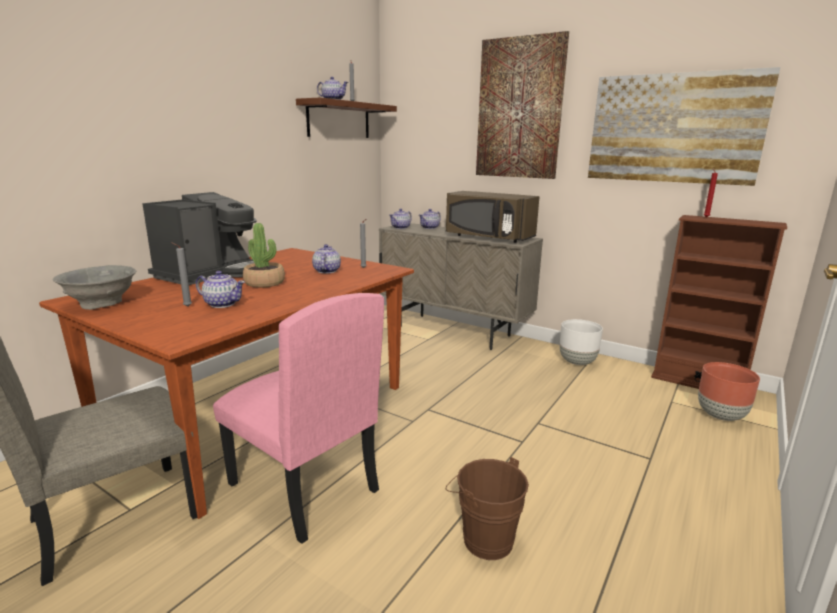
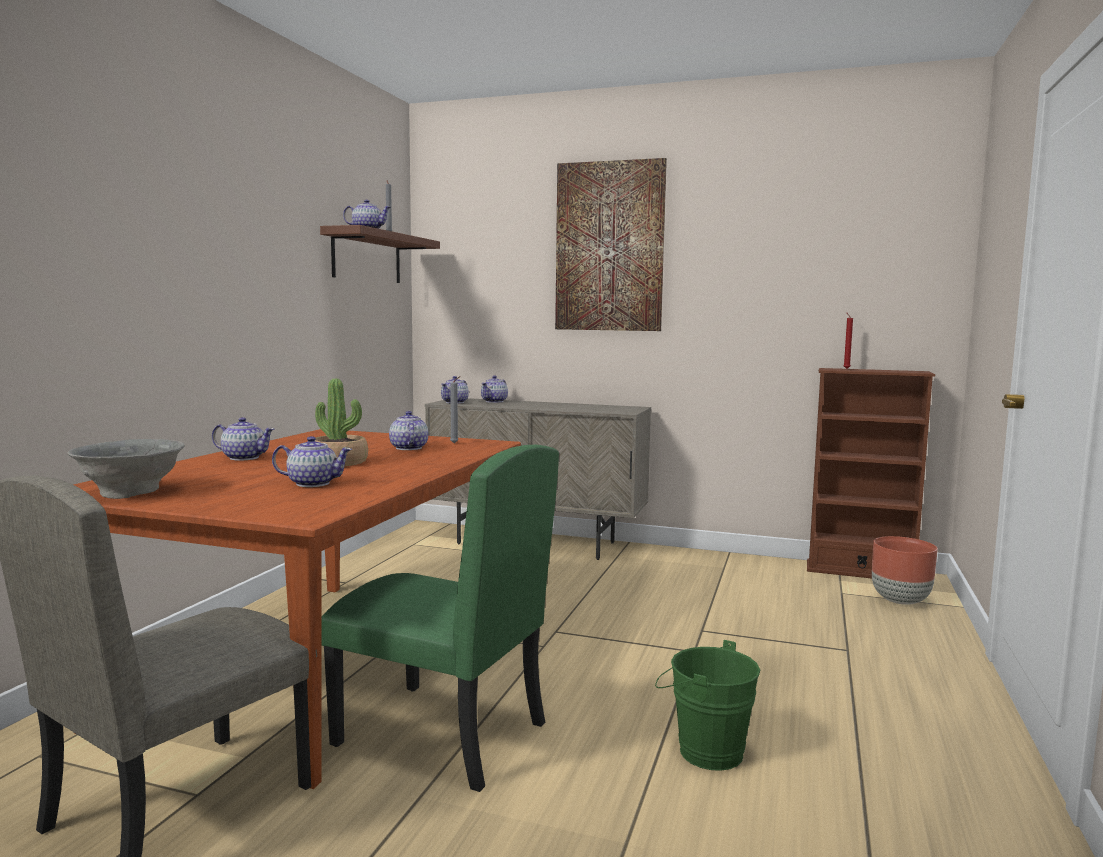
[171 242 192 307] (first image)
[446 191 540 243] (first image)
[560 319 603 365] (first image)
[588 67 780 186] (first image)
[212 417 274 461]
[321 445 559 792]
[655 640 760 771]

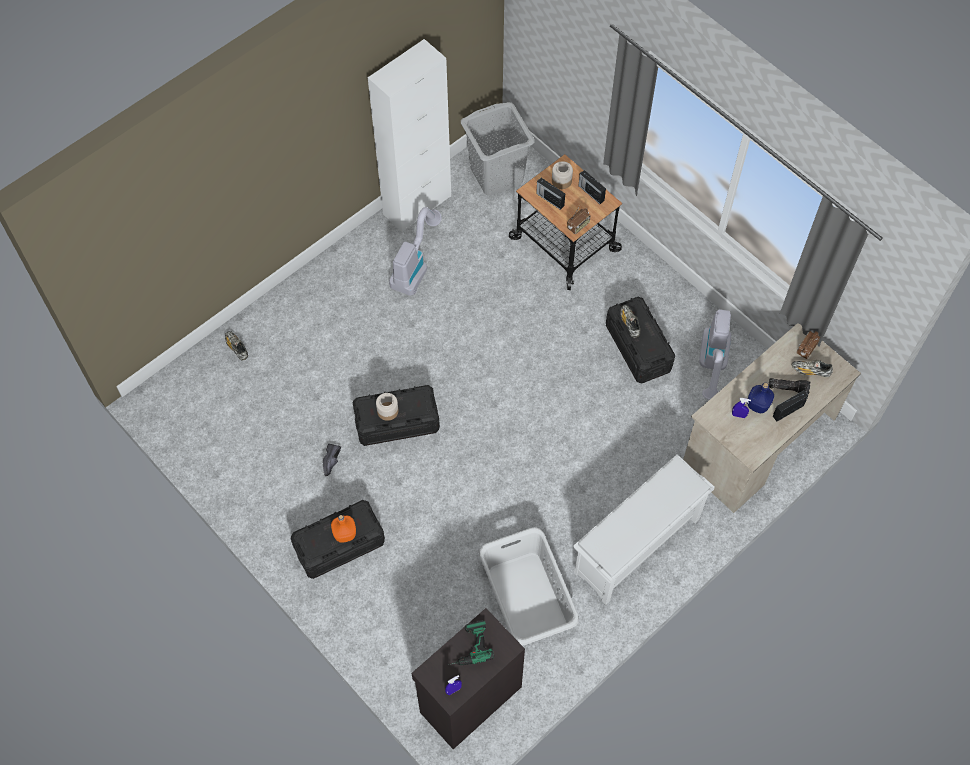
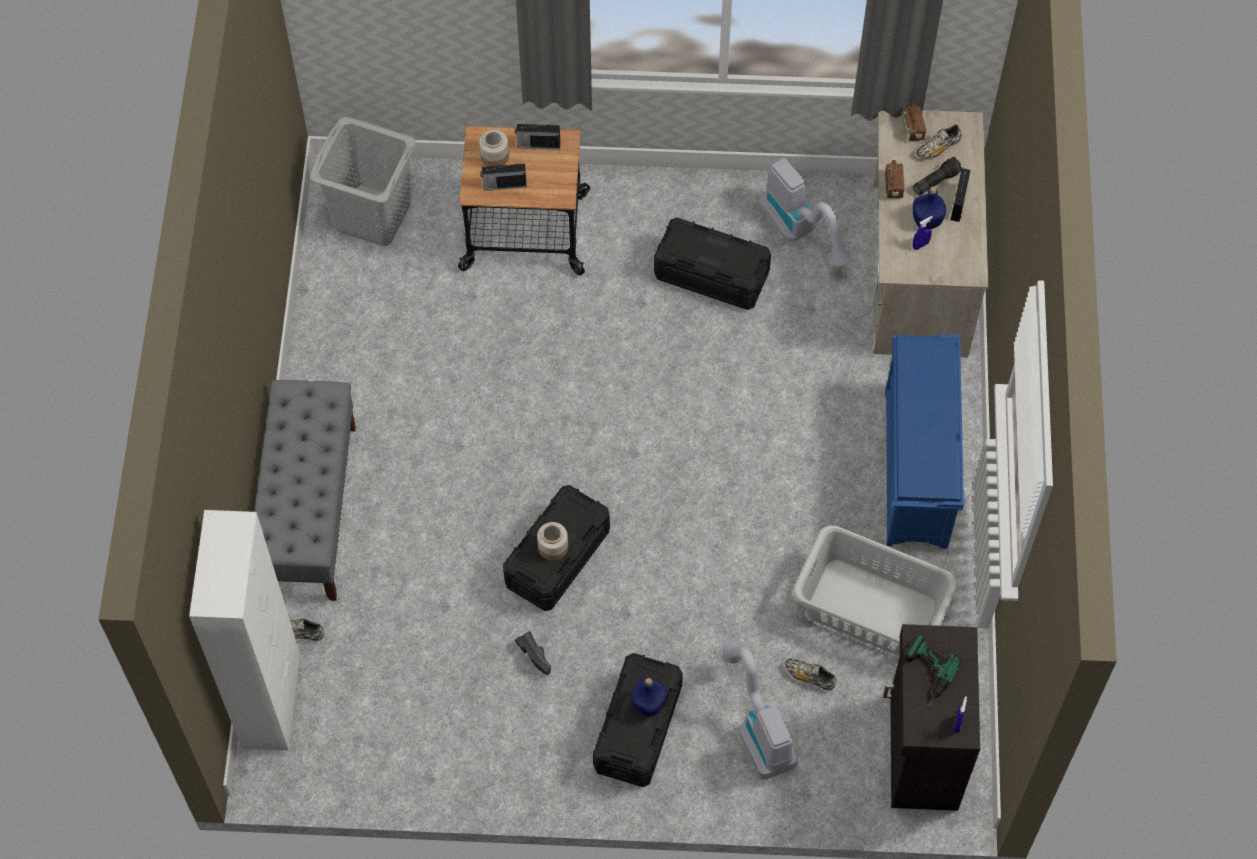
[255 380 356 601]
[189 510 300 751]
[720 639 798 780]
[885 160 905 198]
[785 659 836 691]
[631 678 667 716]
[885 334 964 549]

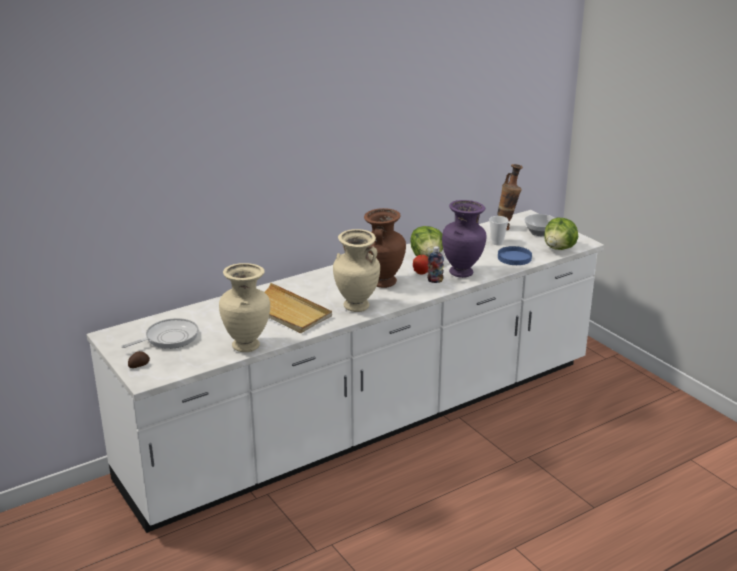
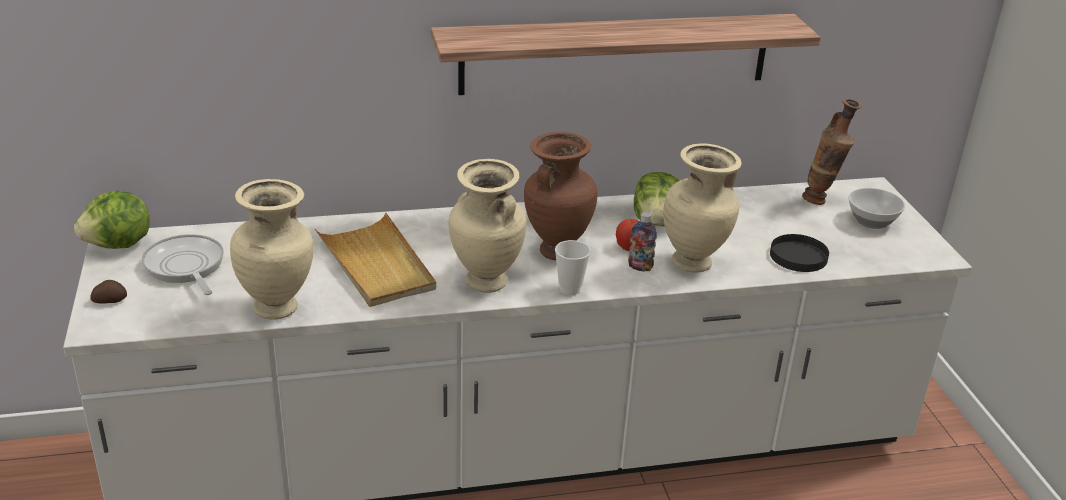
[431 14 821 95]
[555 240 591 295]
[74 191 150 249]
[663 143 742 273]
[770 234 829 272]
[142 234 224 295]

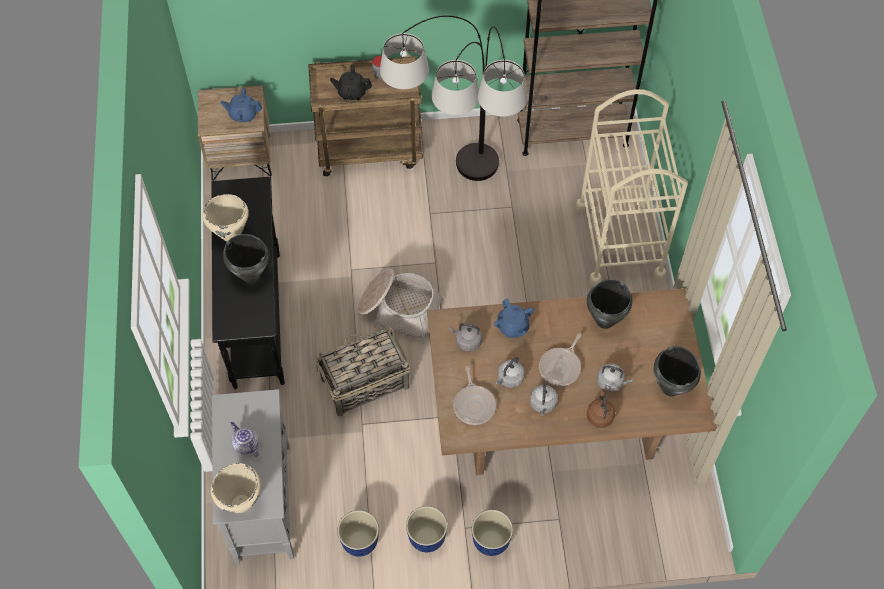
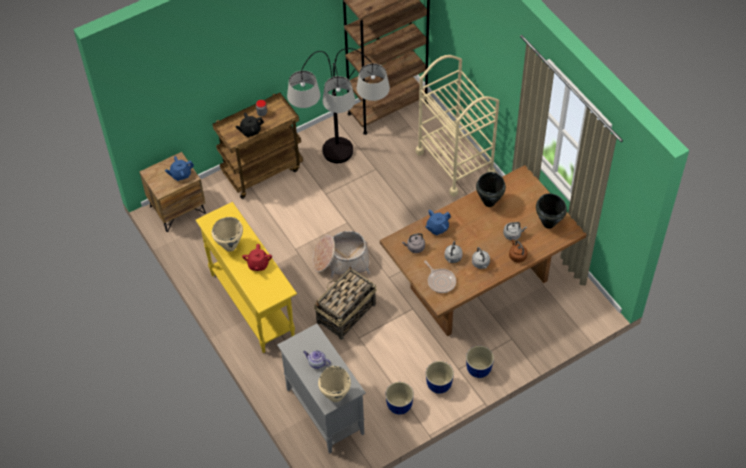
[539 333 582 386] (first image)
[242 244 272 271]
[195 202 297 353]
[425 210 451 235]

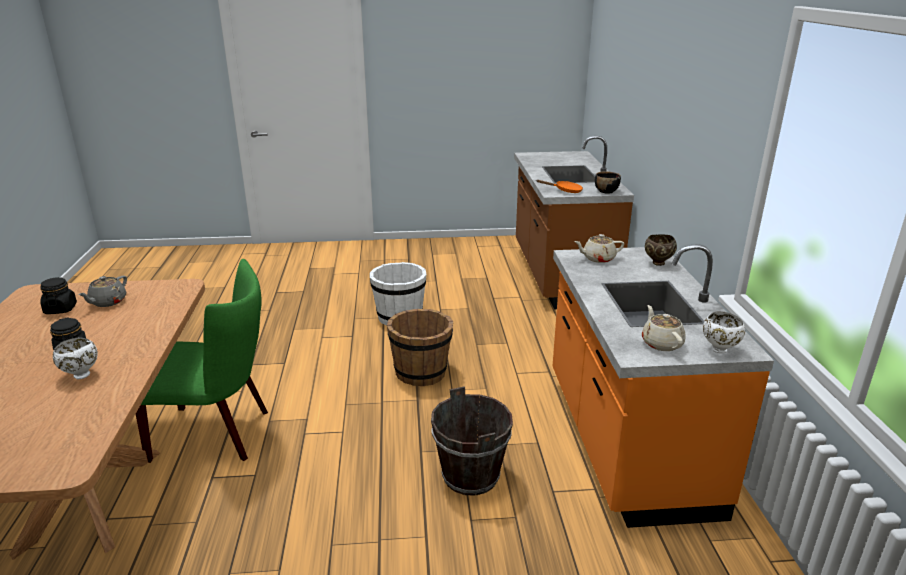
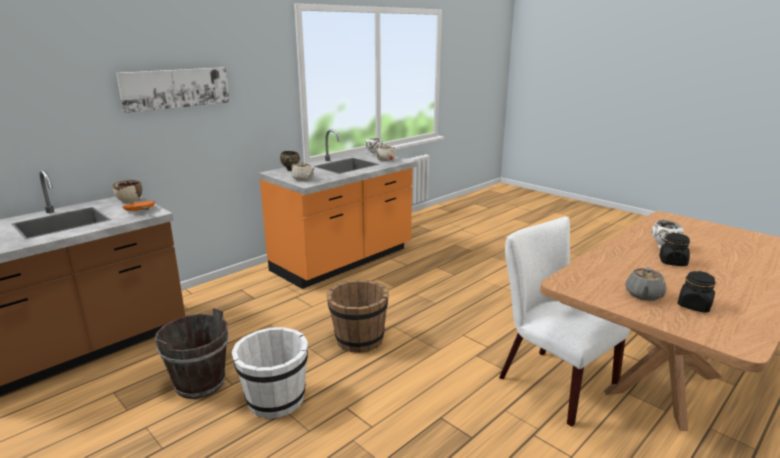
[116 67 230 113]
[154 308 229 399]
[499 217 630 427]
[113 180 142 202]
[625 267 666 301]

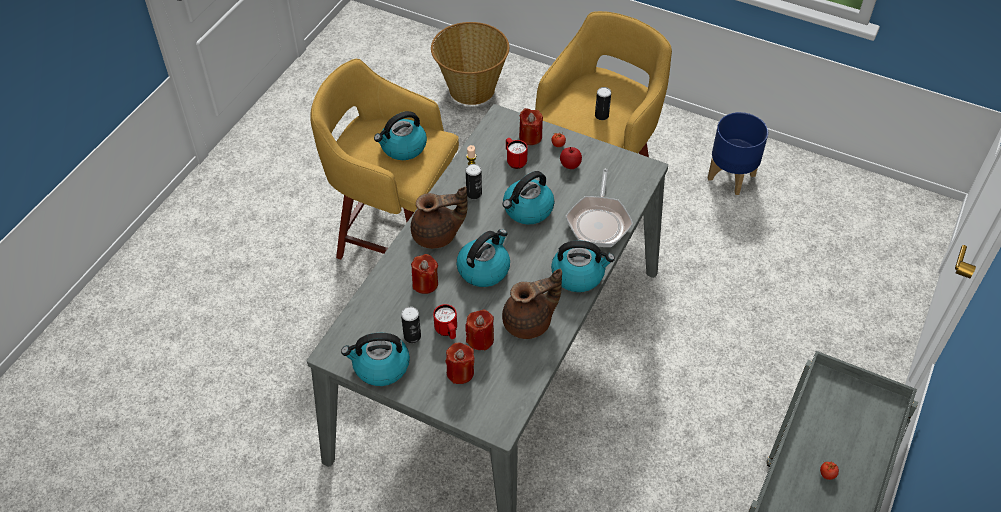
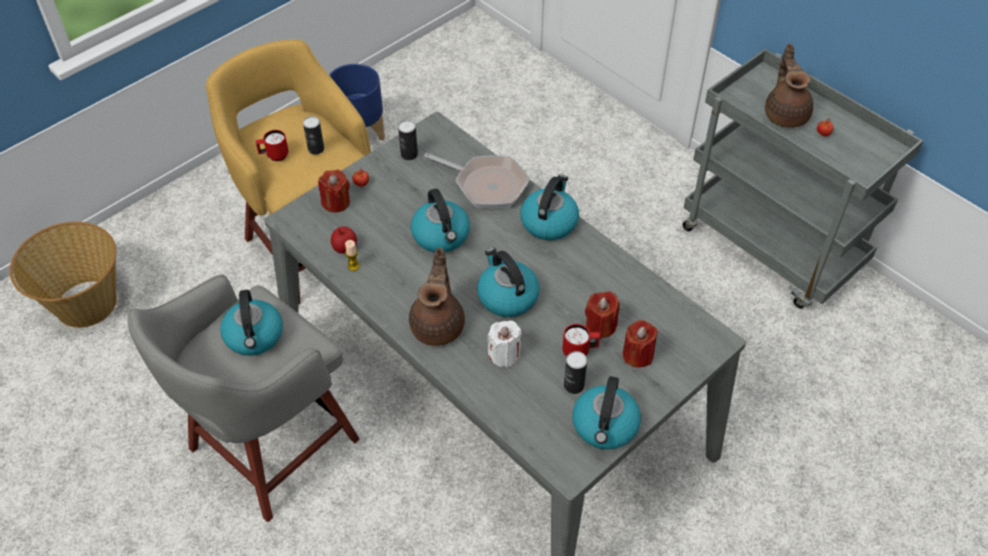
[398 120 418 160]
[765 44 813 128]
[256 130 288 161]
[331 227 357 254]
[127 275 359 522]
[487 321 522 368]

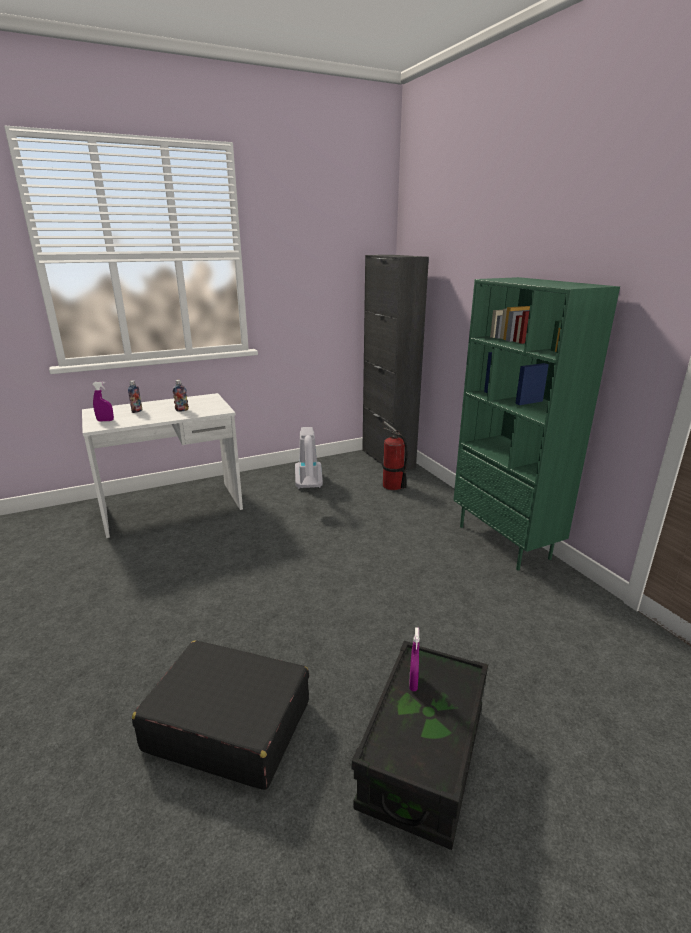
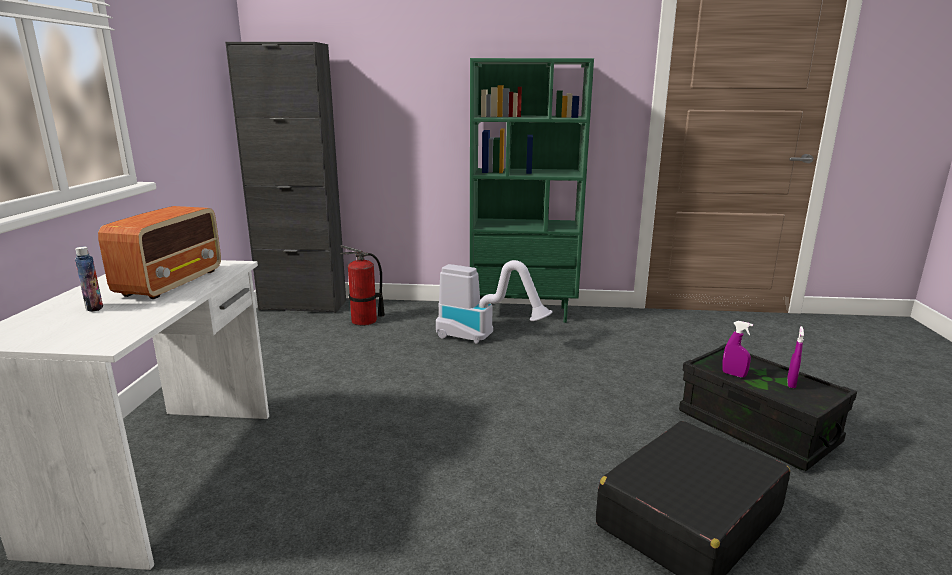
[787 326 804 388]
[436 260 553 344]
[98 206 221 299]

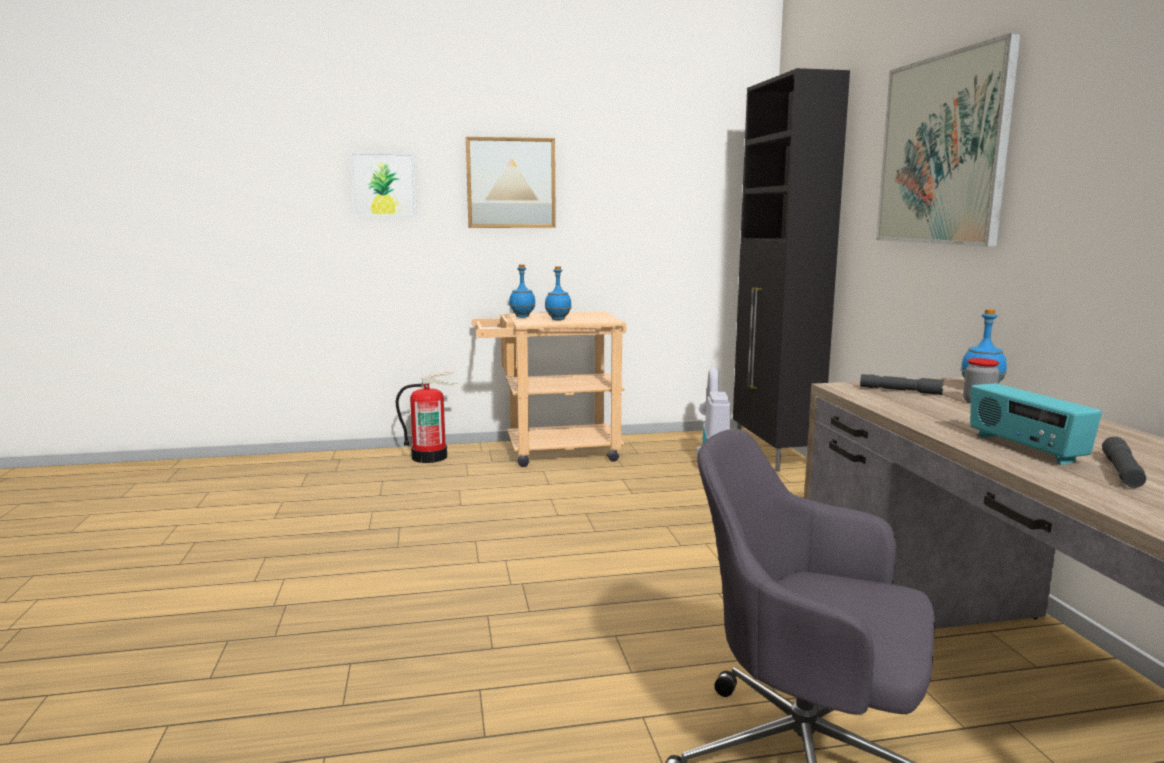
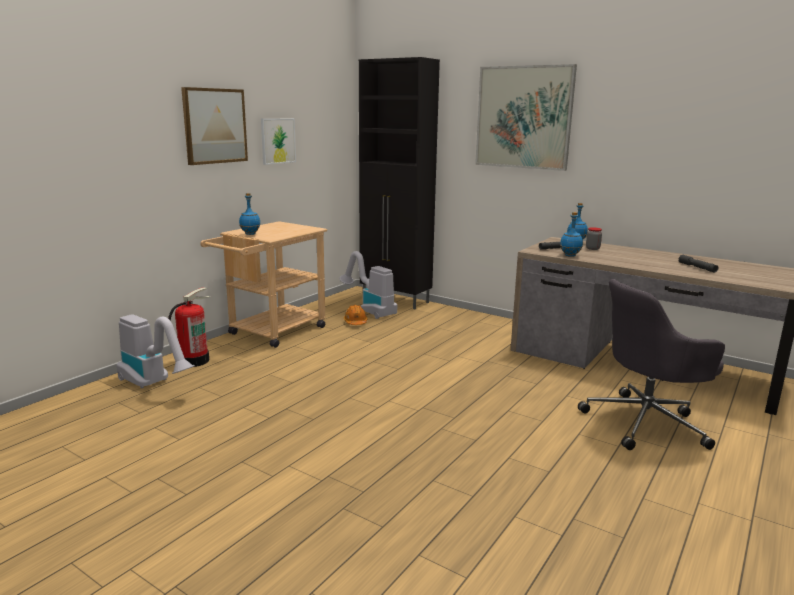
[970 383 1102 465] (first image)
[117 314 195 389]
[344 305 368 325]
[261 118 296 165]
[560 212 583 257]

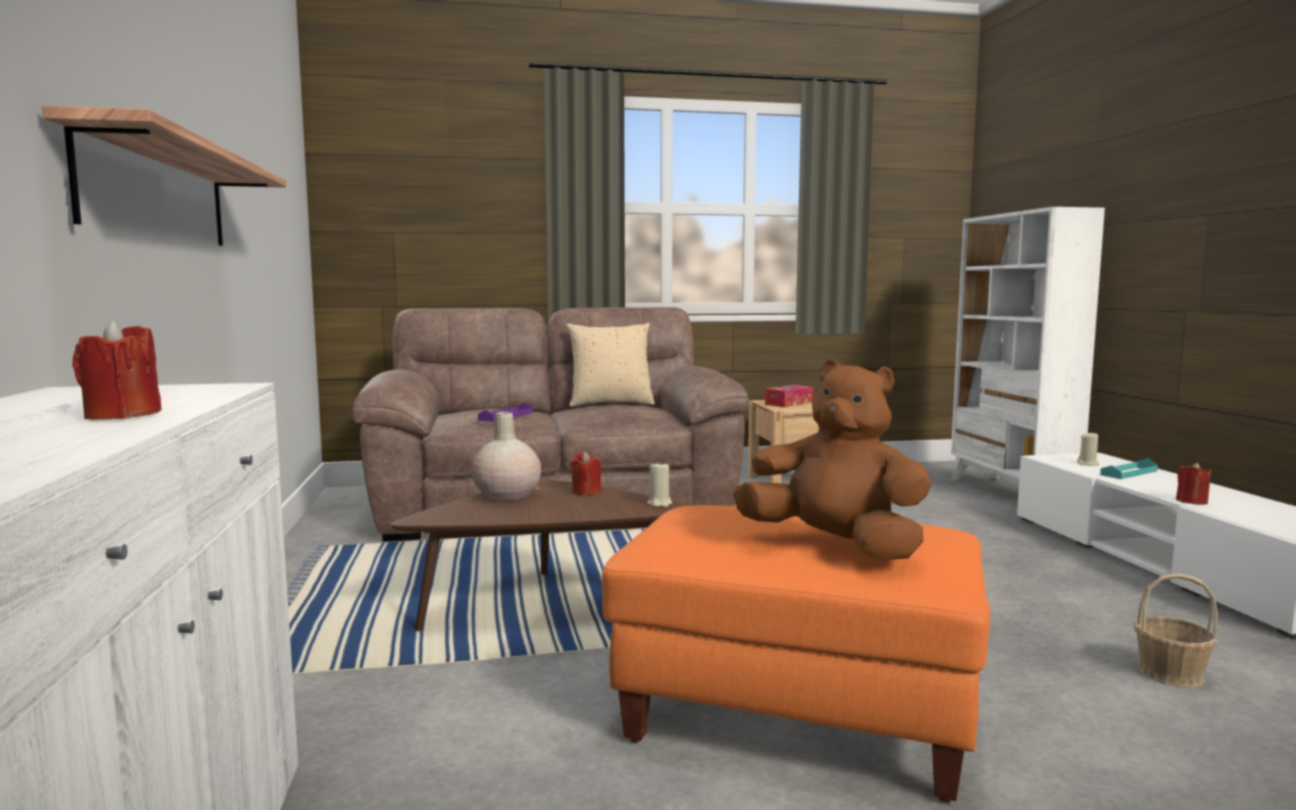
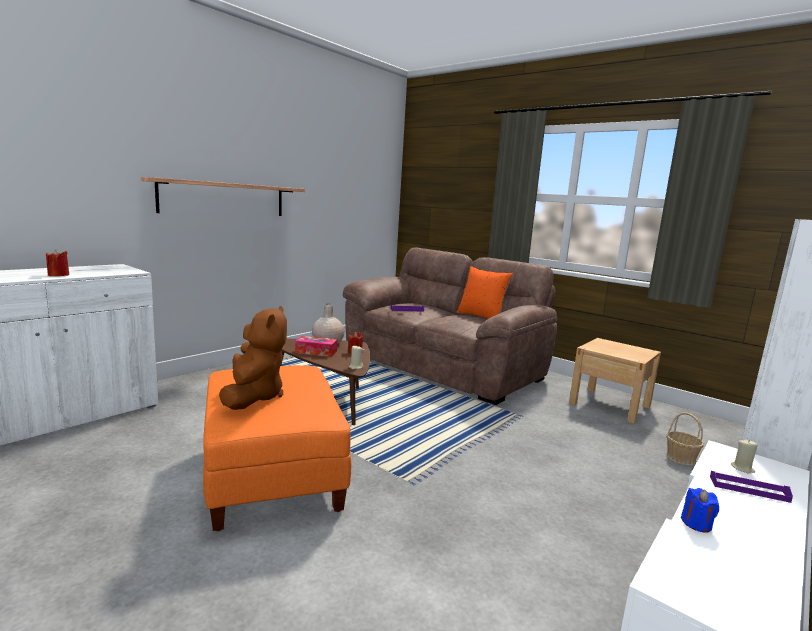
[295 336 337 357]
[666 412 704 465]
[457 266 513 319]
[710 471 793 503]
[681 488 719 533]

